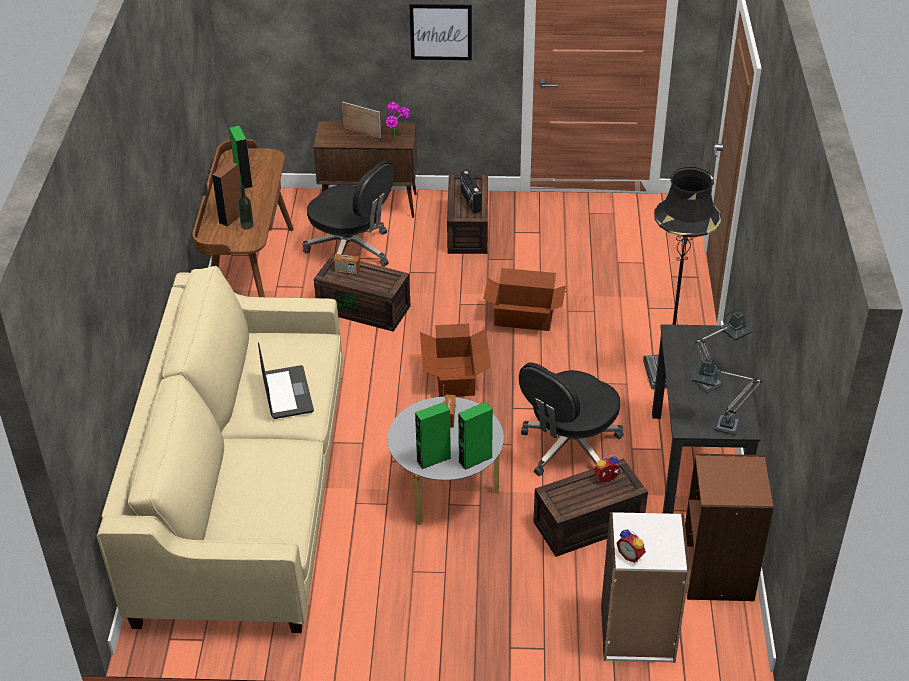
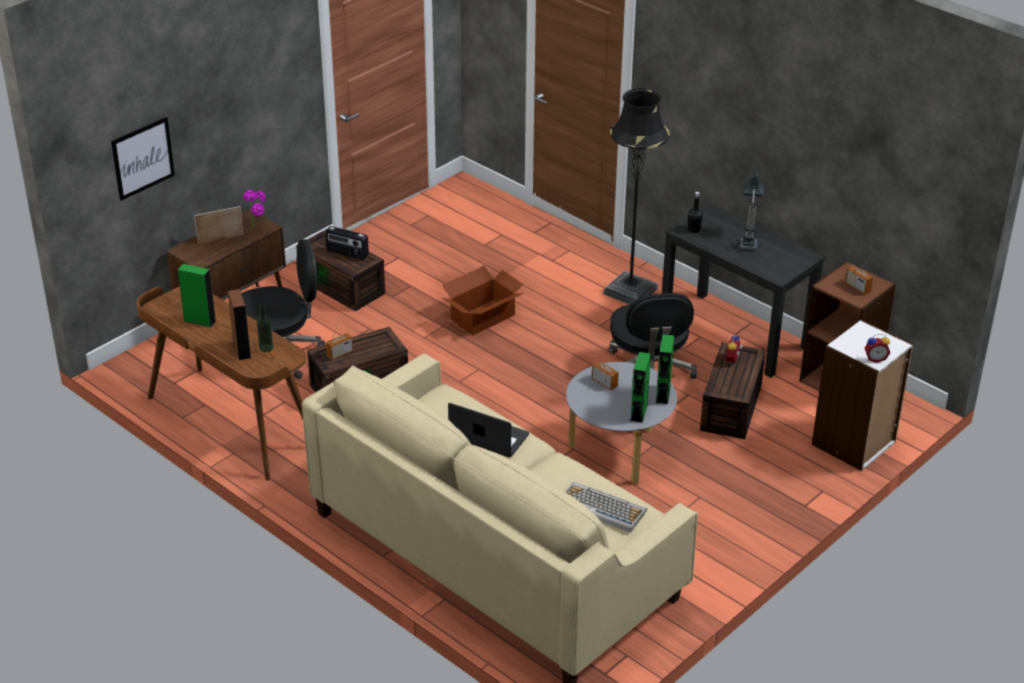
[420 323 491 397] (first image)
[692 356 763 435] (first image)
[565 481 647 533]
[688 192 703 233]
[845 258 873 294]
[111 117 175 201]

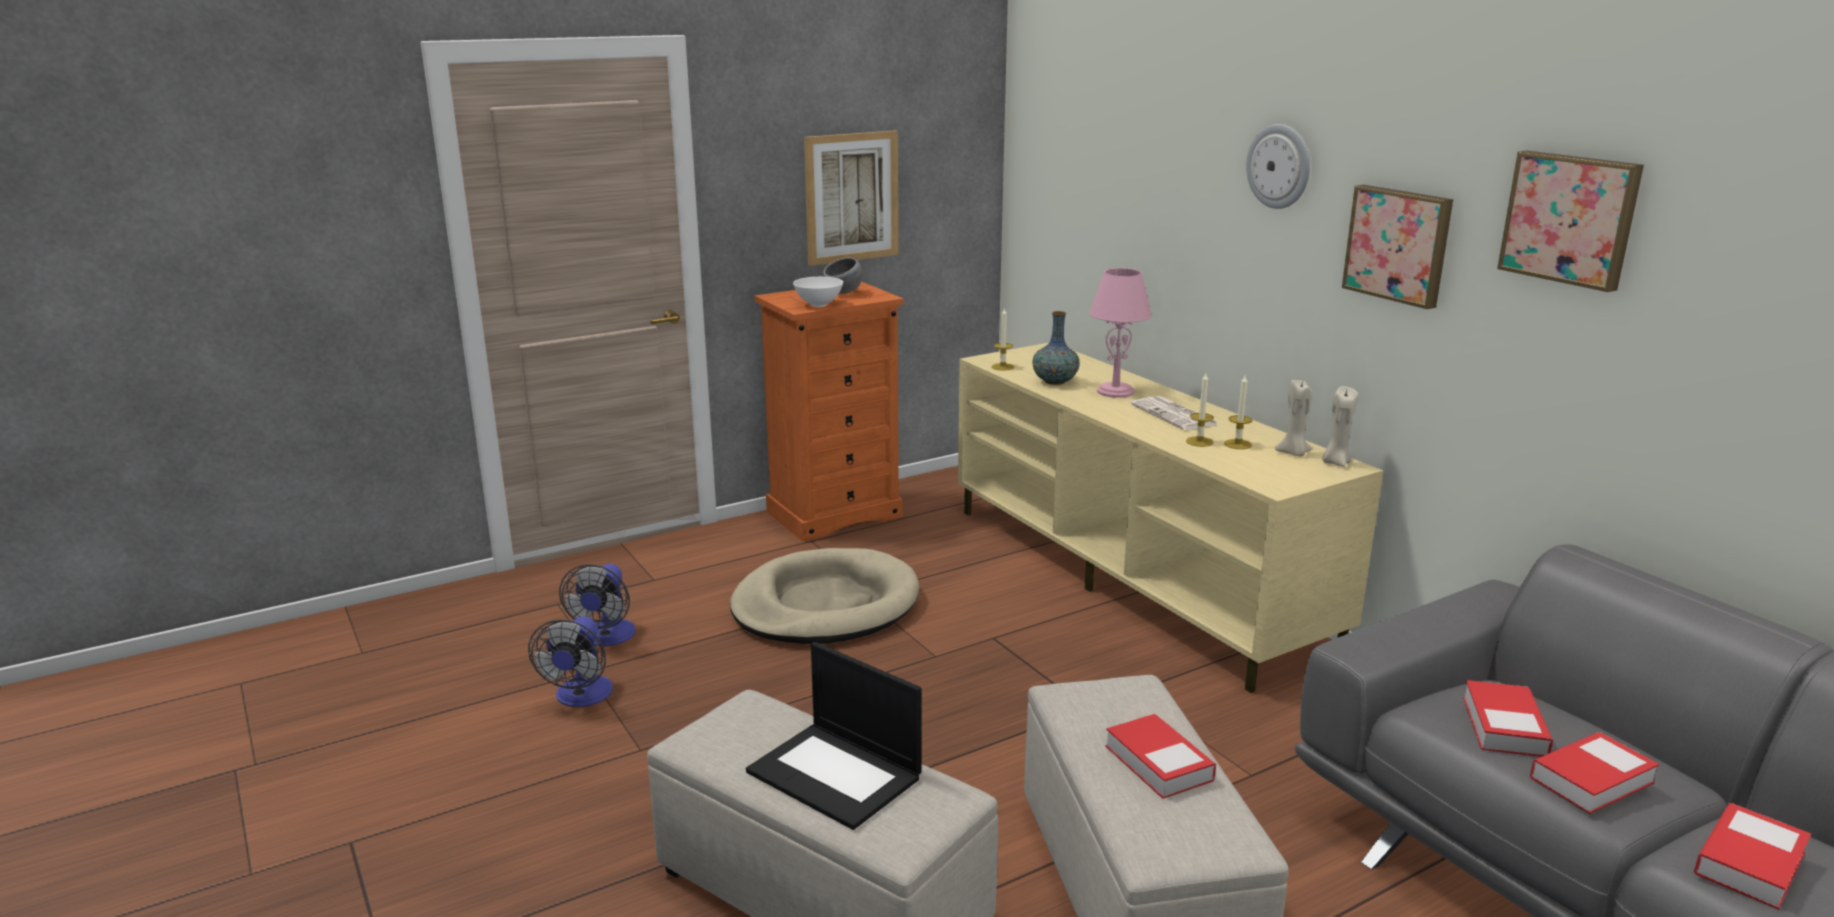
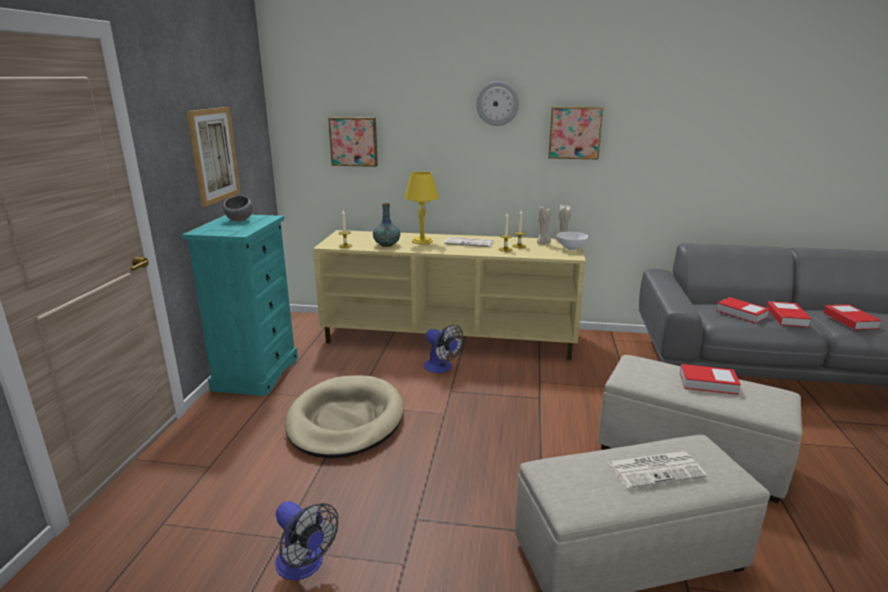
[424 325 464 373]
[557 232 588 251]
[328 117 378 167]
[608 451 707 488]
[182 215 298 396]
[404 171 439 244]

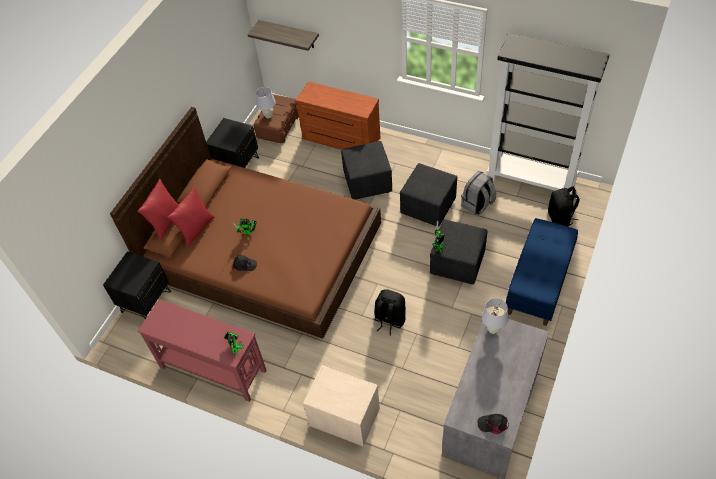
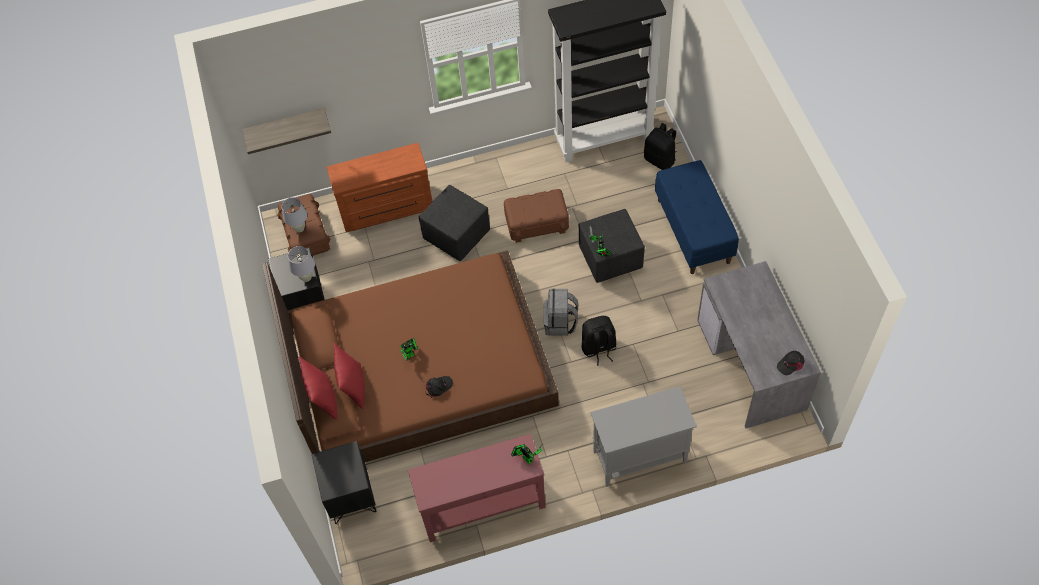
[544 289 578 336]
[288 246 315 282]
[591 386 697 487]
[504 189 569 243]

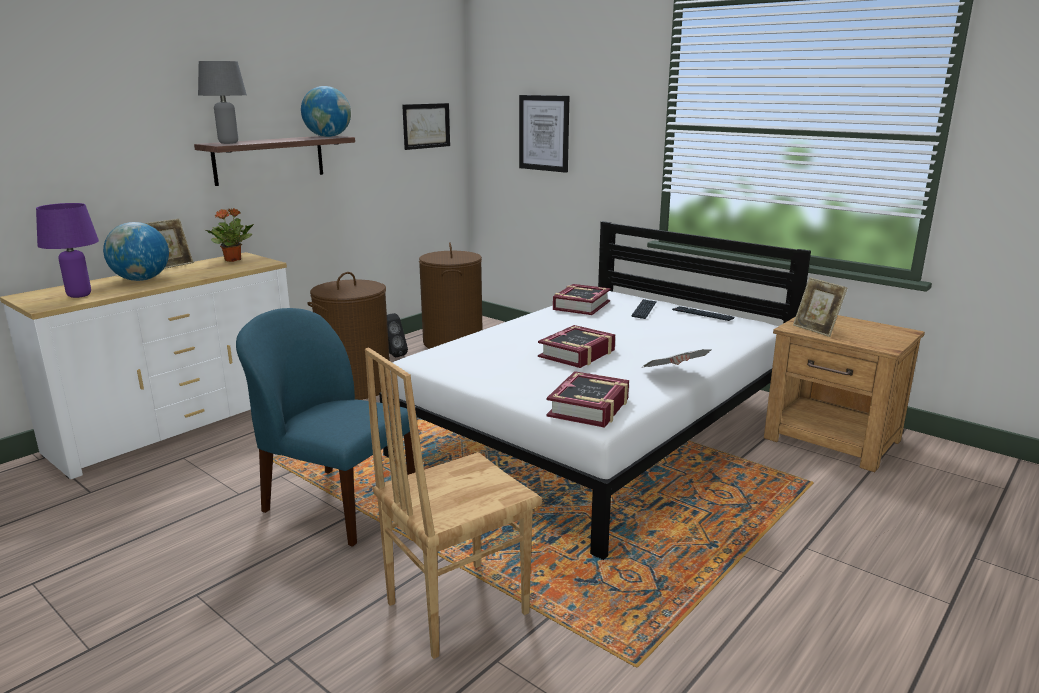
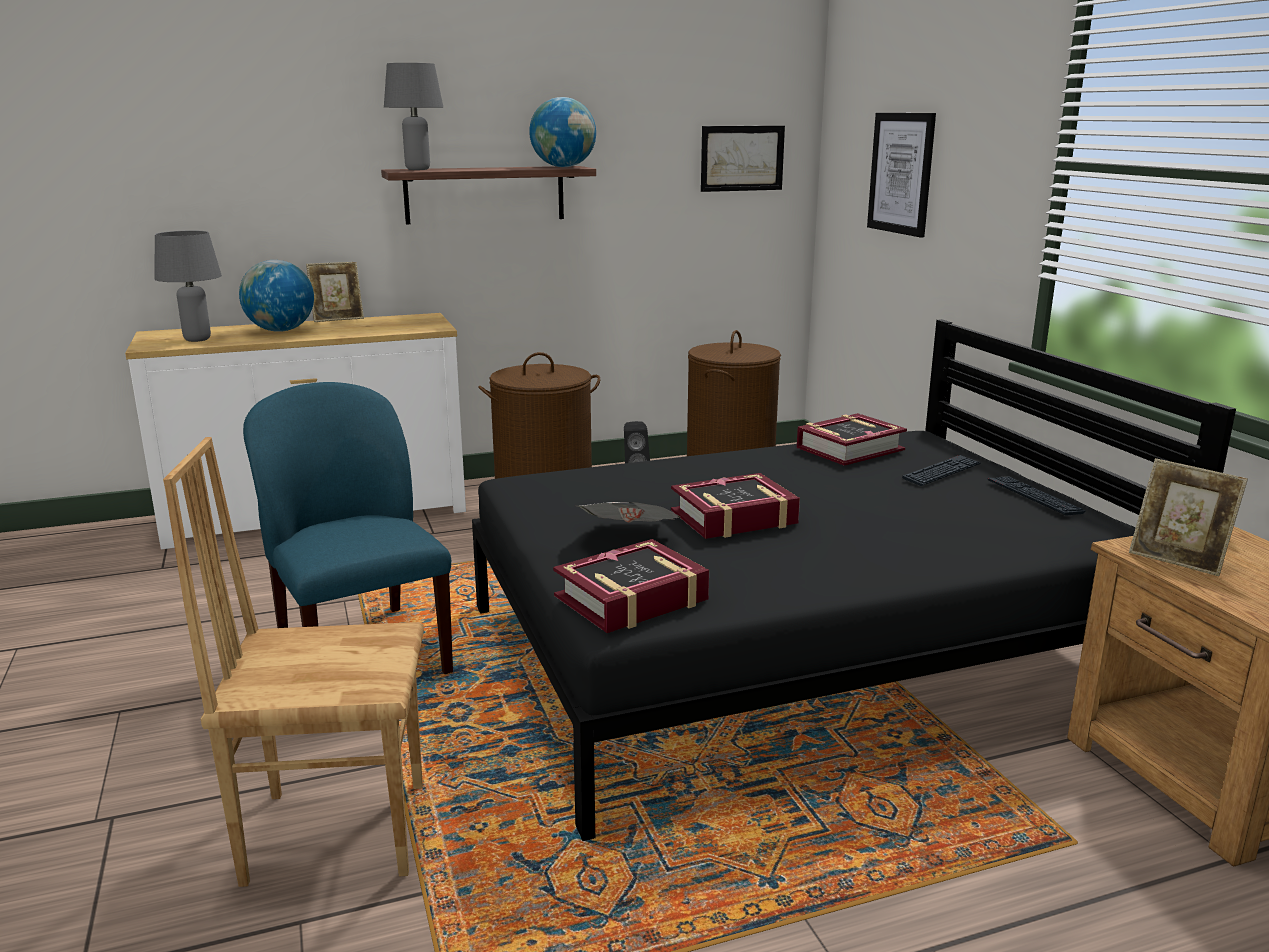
[206 208 254 262] (first image)
[577 502 680 523]
[154 230 222 342]
[472 319 1236 841]
[1129 458 1248 576]

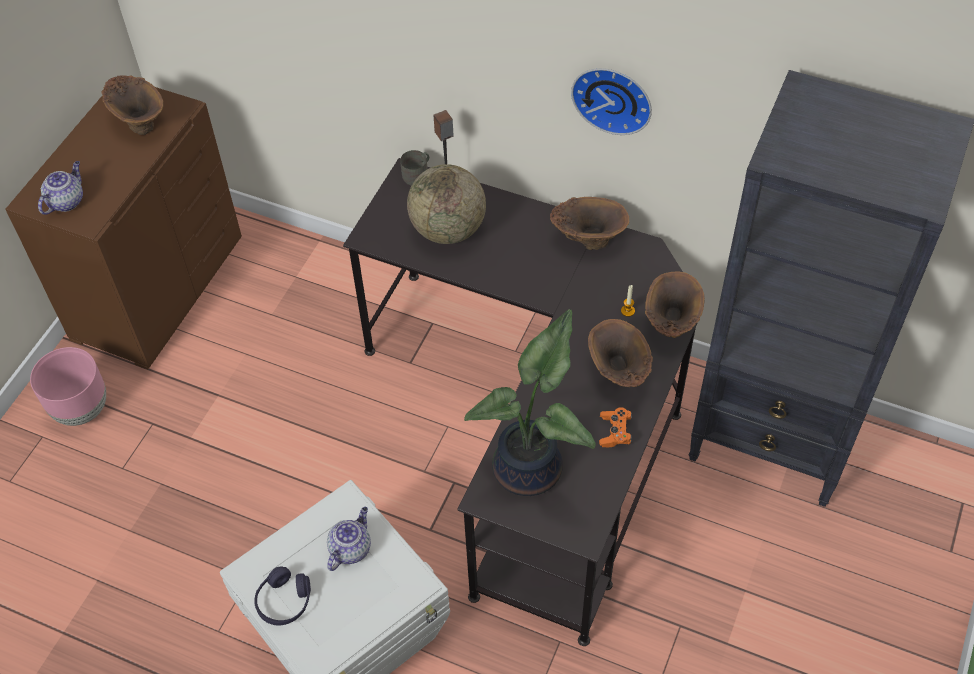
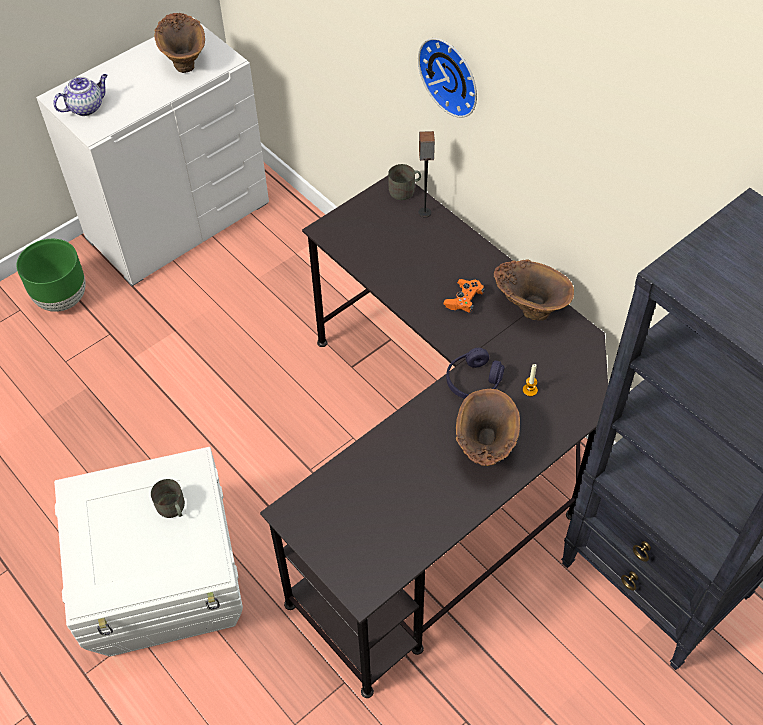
[407 164 486 244] (first image)
[464 309 596 496] (first image)
[645 271 705 338] (first image)
[446 348 505 399]
[418 38 477 118]
[444 279 485 313]
[151 479 185 518]
[36 17 269 286]
[16 239 85 312]

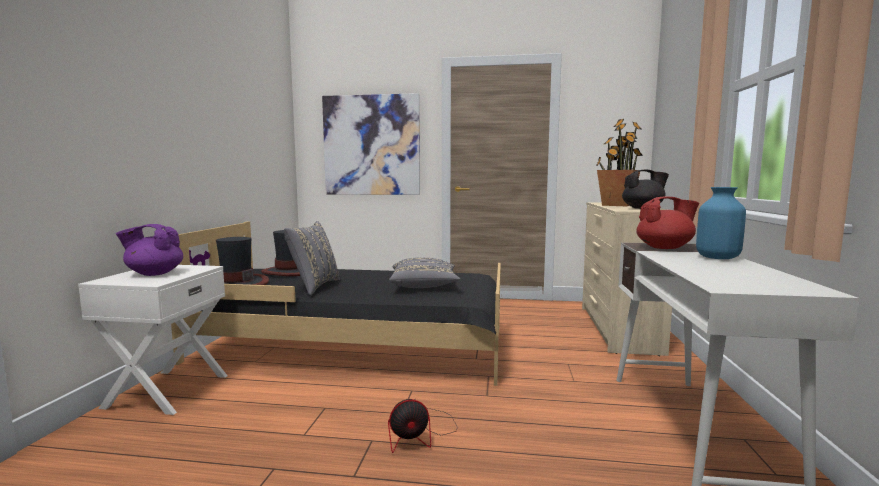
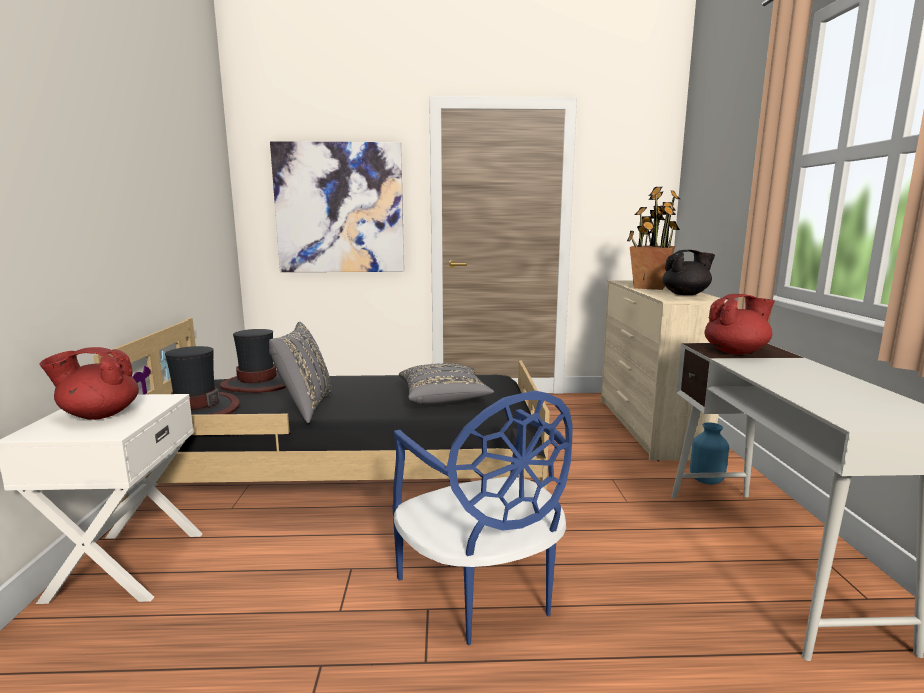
[690 422 729 484]
[392 390 573 645]
[39 347 139 420]

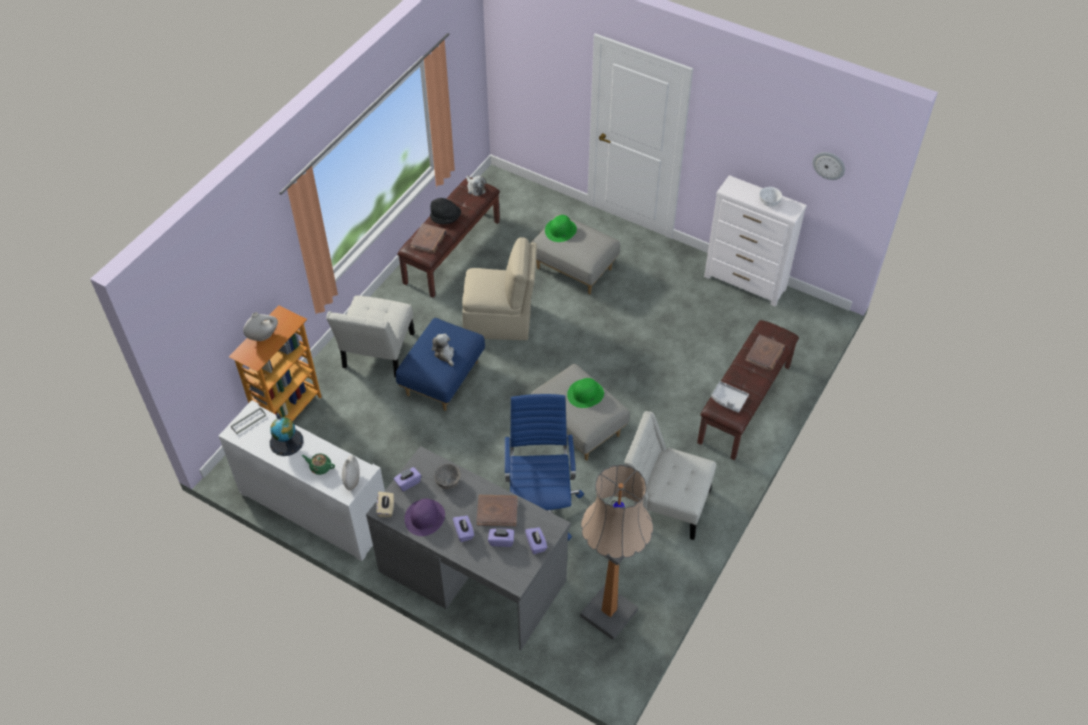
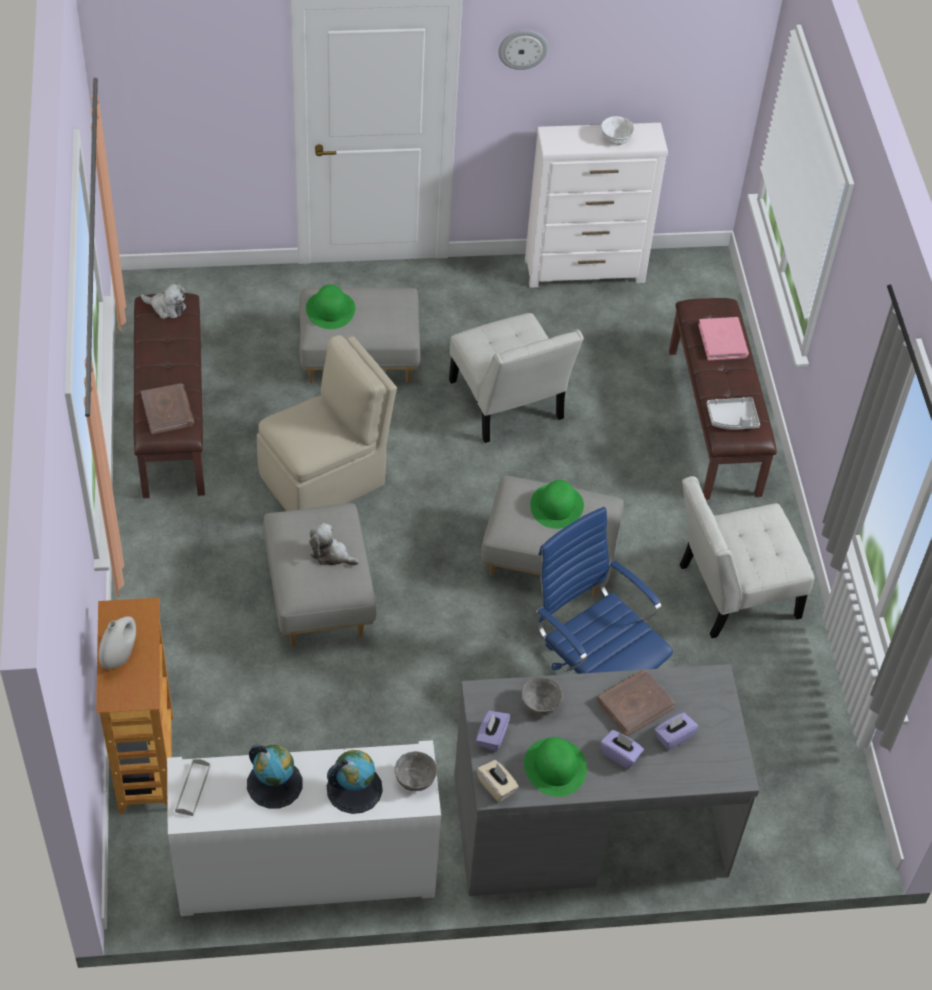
[430 198 461 224] (first image)
[525 527 547 554] (first image)
[580 464 653 640] (first image)
[449 313 584 443]
[498 30 548 70]
[327 750 383 814]
[394 751 437 791]
[263 503 376 647]
[524 737 587 797]
[698 317 749 360]

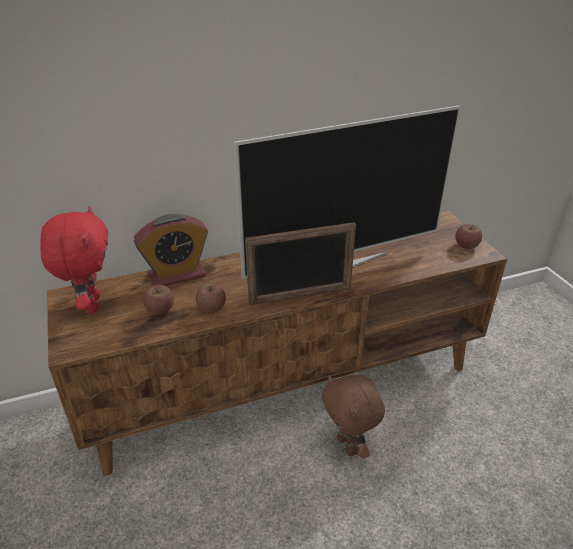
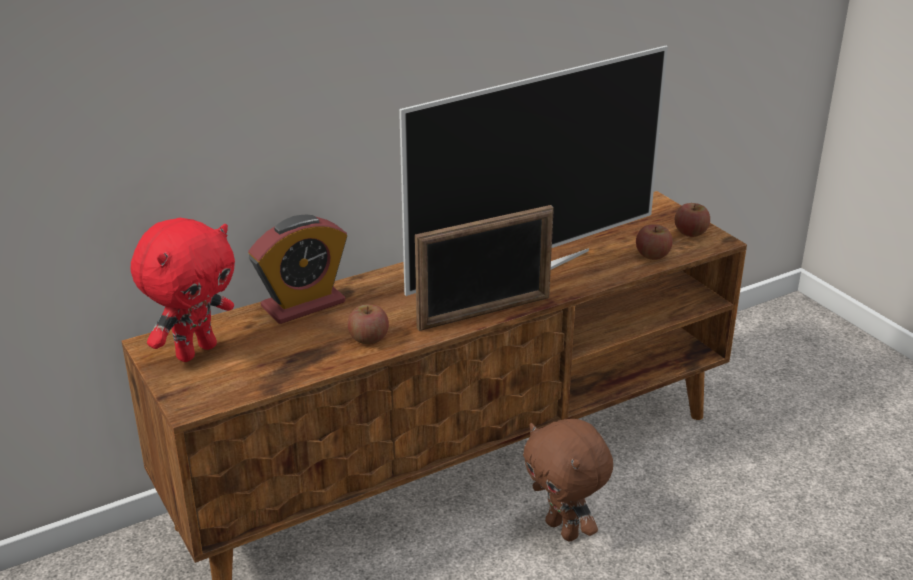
[636 224 673 260]
[131 218 235 362]

